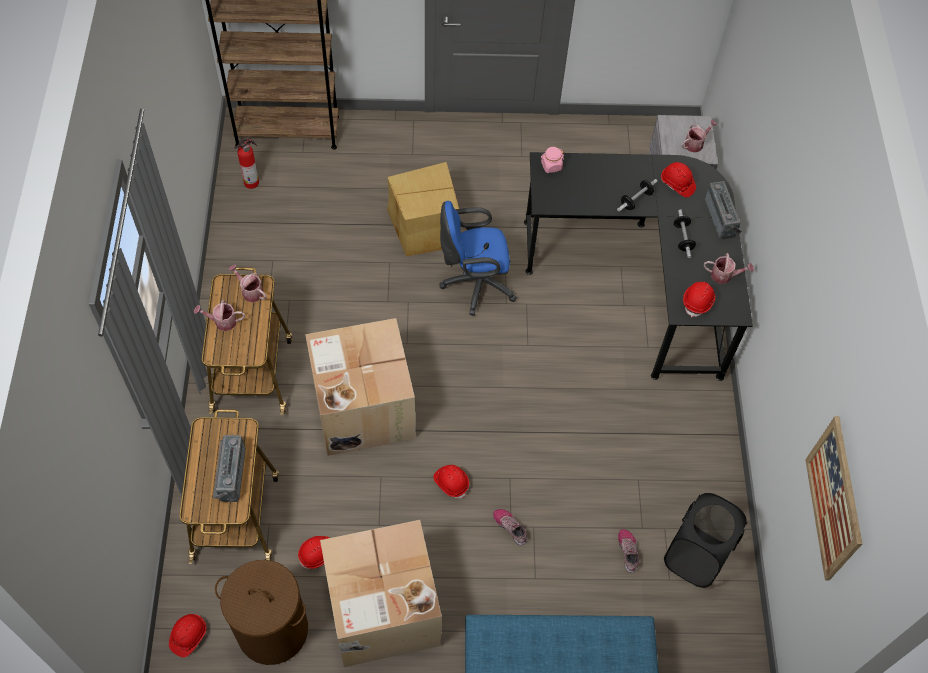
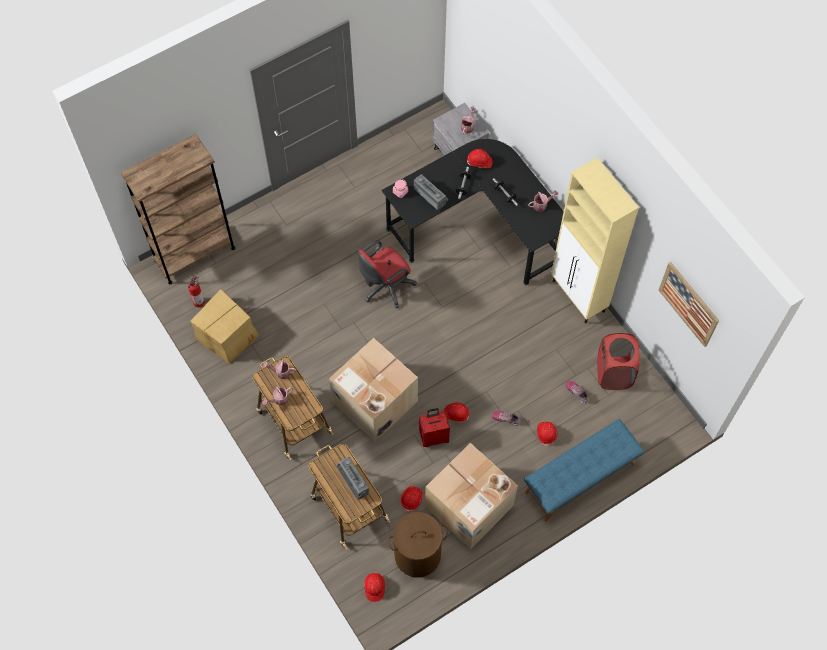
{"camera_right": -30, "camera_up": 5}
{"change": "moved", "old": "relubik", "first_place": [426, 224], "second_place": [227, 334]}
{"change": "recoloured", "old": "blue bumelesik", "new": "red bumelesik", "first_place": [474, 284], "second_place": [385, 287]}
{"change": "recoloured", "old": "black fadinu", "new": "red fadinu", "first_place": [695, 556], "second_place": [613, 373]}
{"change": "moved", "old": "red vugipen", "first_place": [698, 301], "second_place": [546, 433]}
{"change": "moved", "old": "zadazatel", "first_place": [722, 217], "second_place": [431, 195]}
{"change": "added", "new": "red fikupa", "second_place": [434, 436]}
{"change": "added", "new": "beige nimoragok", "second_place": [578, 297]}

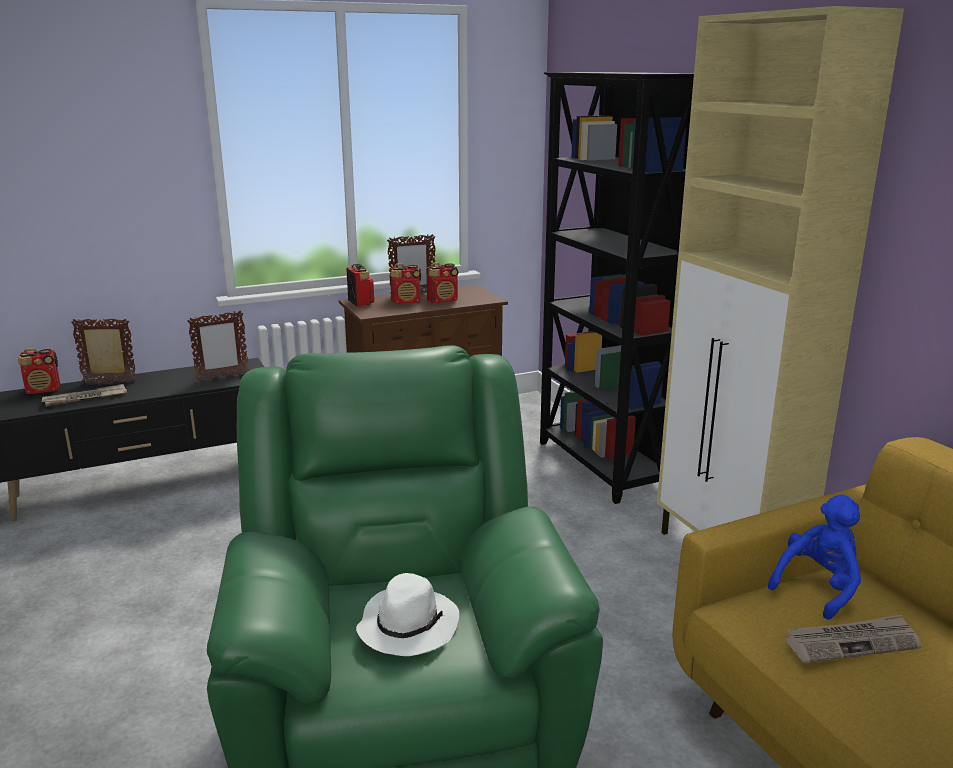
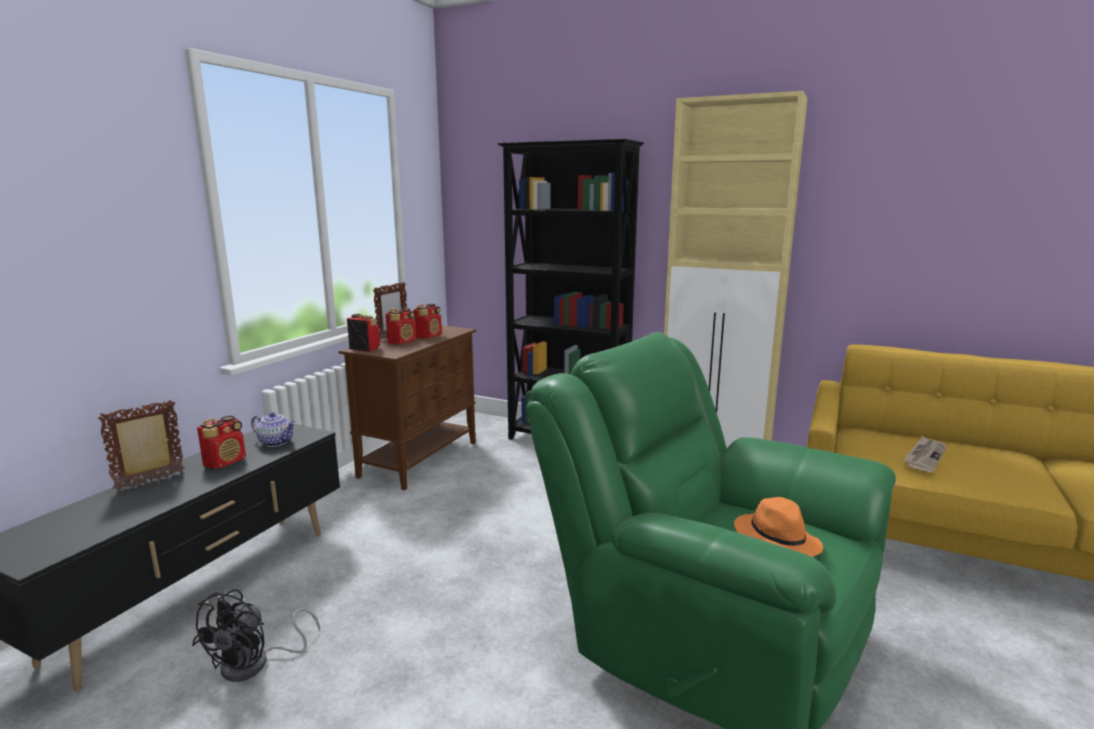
{"camera_right": -40, "camera_up": -5}
{"change": "moved", "old": "zadazatel", "first_place": [43, 390], "second_place": [226, 462]}
{"change": "removed", "old": "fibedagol", "first_place": [85, 398]}
{"change": "replaced", "old": "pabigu", "new": "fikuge", "first_place": [222, 376], "second_place": [276, 442]}
{"change": "recoloured", "old": "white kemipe", "new": "orange kemipe", "first_place": [408, 625], "second_place": [775, 539]}
{"change": "removed", "old": "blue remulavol", "first_place": [818, 587]}
{"change": "added", "new": "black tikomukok", "second_place": [256, 664]}

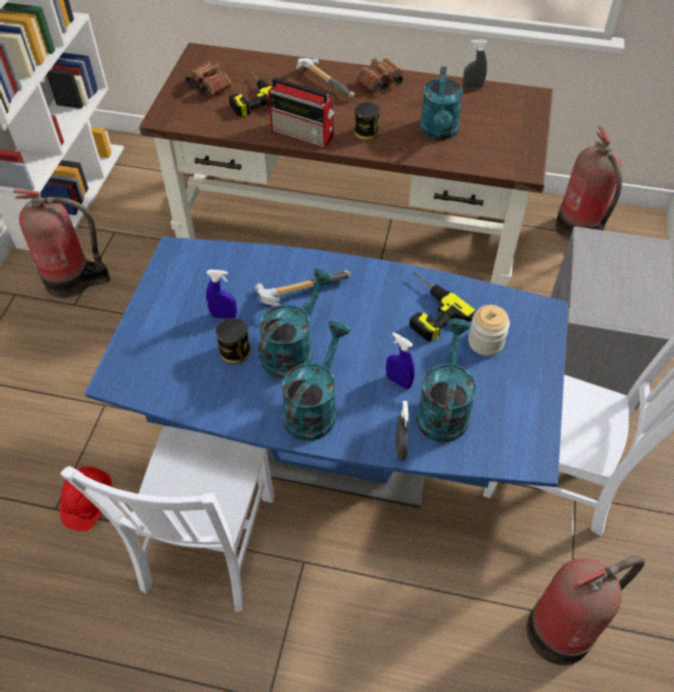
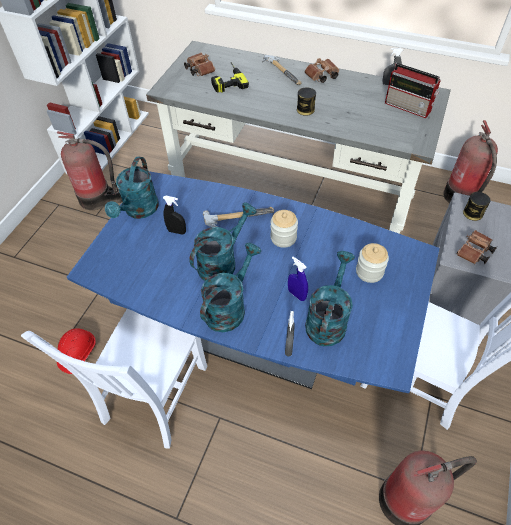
{"camera_right": 10, "camera_up": 0}
{"change": "recoloured", "old": "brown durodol", "new": "grey durodol", "first_place": [350, 226], "second_place": [294, 180]}
{"change": "recoloured", "old": "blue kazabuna", "new": "black kazabuna", "first_place": [223, 316], "second_place": [177, 231]}
{"change": "moved", "old": "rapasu", "first_place": [235, 351], "second_place": [473, 213]}
{"change": "moved", "old": "zadazatel", "first_place": [303, 134], "second_place": [409, 107]}
{"change": "removed", "old": "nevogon", "first_place": [427, 310]}
{"change": "moved", "old": "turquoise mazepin", "first_place": [439, 132], "second_place": [139, 211]}
{"change": "added", "new": "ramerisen", "second_place": [283, 238]}
{"change": "added", "new": "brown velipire", "second_place": [473, 253]}

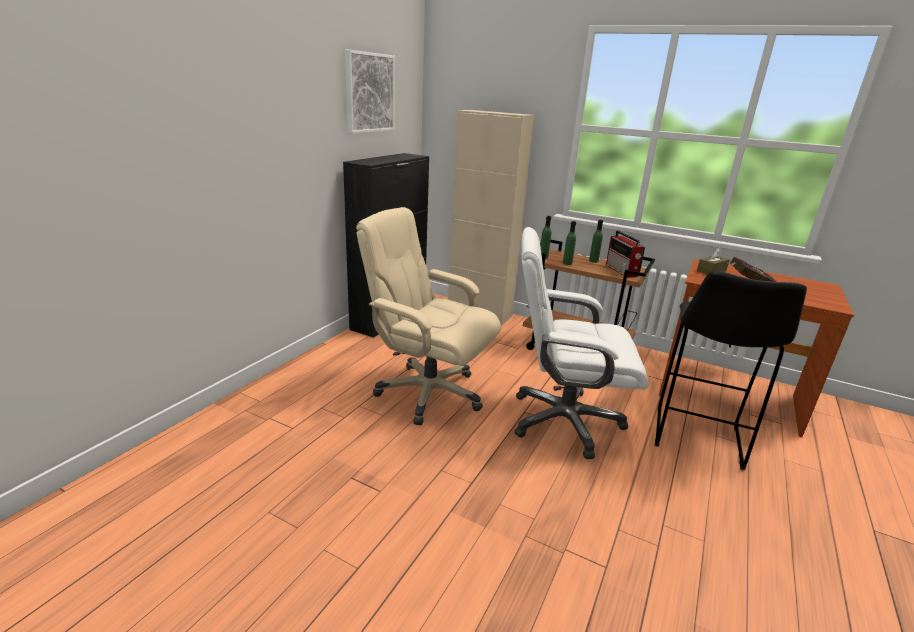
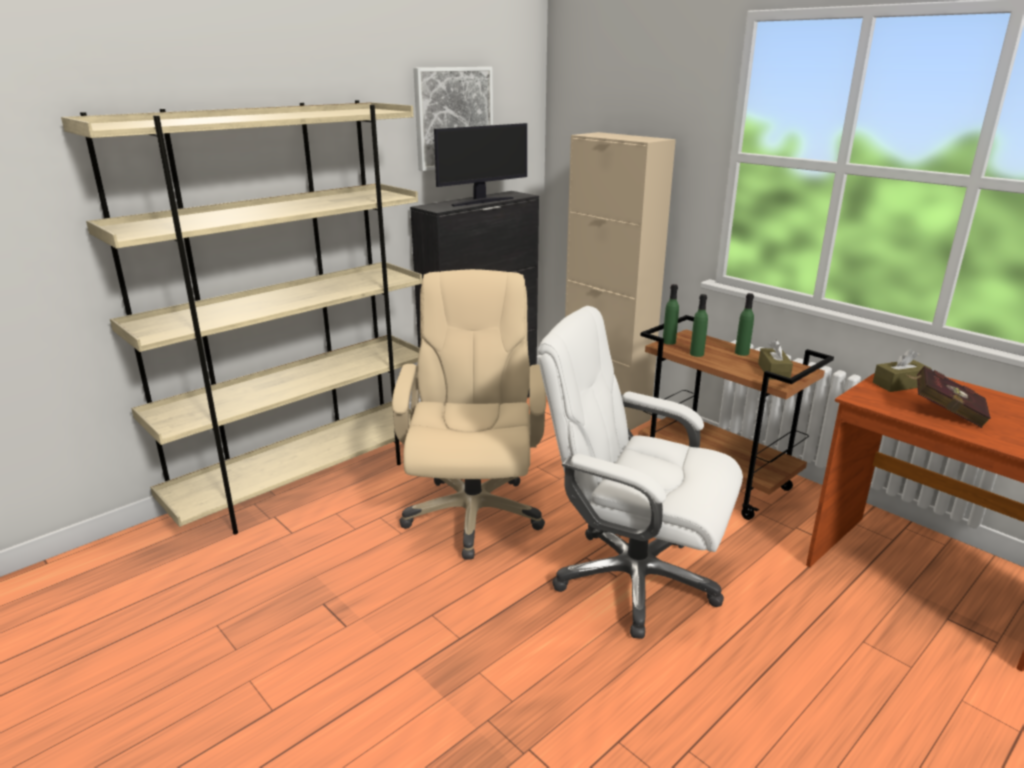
{"camera_right": 20, "camera_up": 0}
{"change": "turned", "old": "beige bumelesik", "first_place": [428, 393], "second_place": [473, 513], "degrees": 45}
{"change": "replaced", "old": "zadazatel", "new": "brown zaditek", "first_place": [622, 271], "second_place": [773, 371]}
{"change": "removed", "old": "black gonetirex", "first_place": [697, 438]}
{"change": "added", "new": "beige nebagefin", "second_place": [306, 481]}
{"change": "added", "new": "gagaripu", "second_place": [482, 201]}

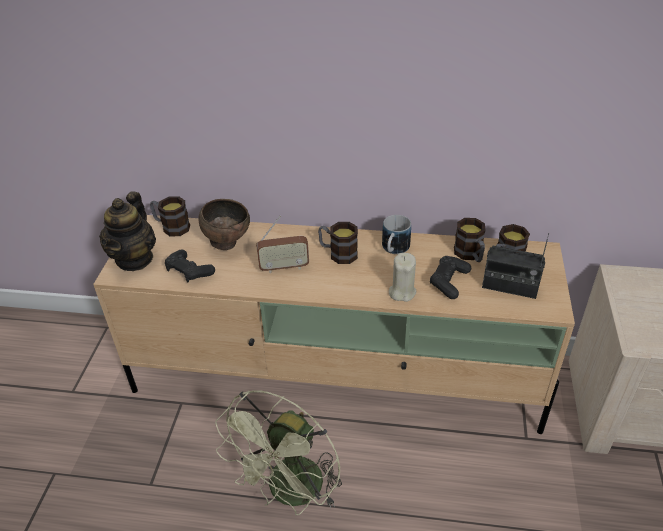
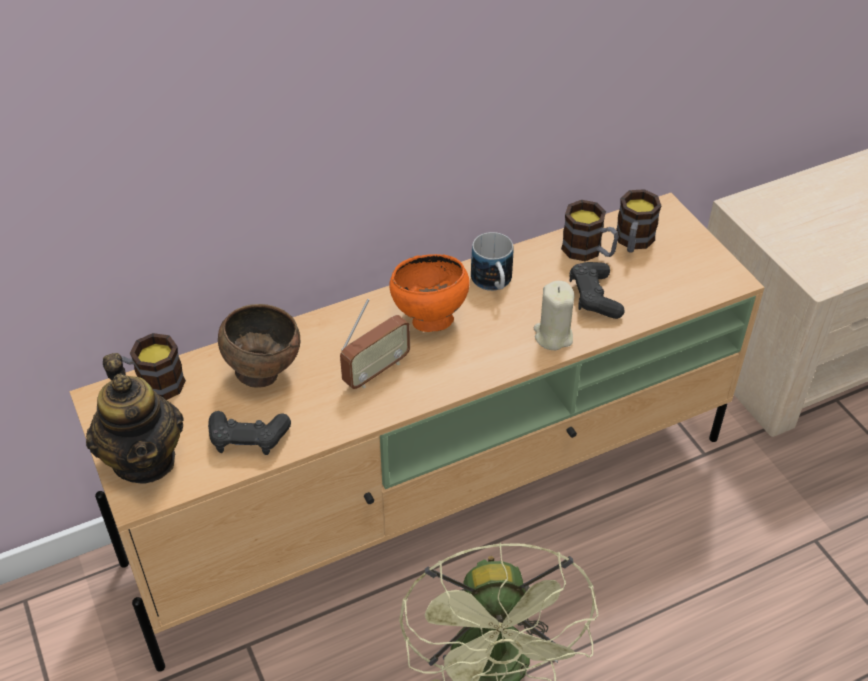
{"camera_right": -35, "camera_up": 5}
{"change": "replaced", "old": "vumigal", "new": "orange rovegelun", "first_place": [338, 253], "second_place": [428, 320]}
{"change": "removed", "old": "zadazatel", "first_place": [509, 287]}

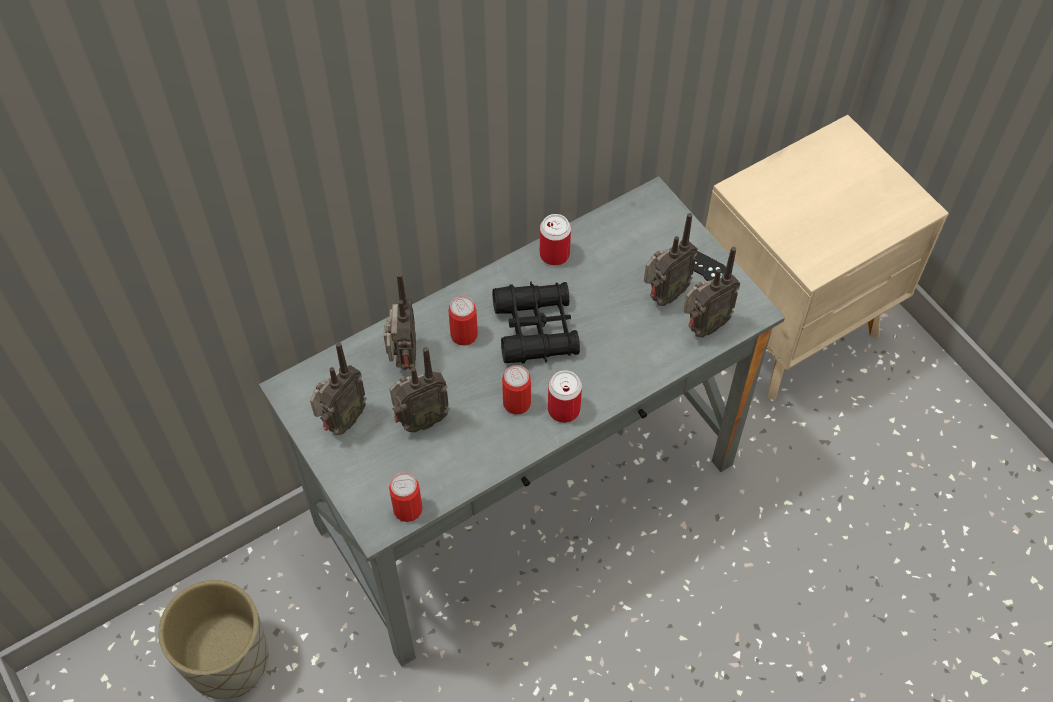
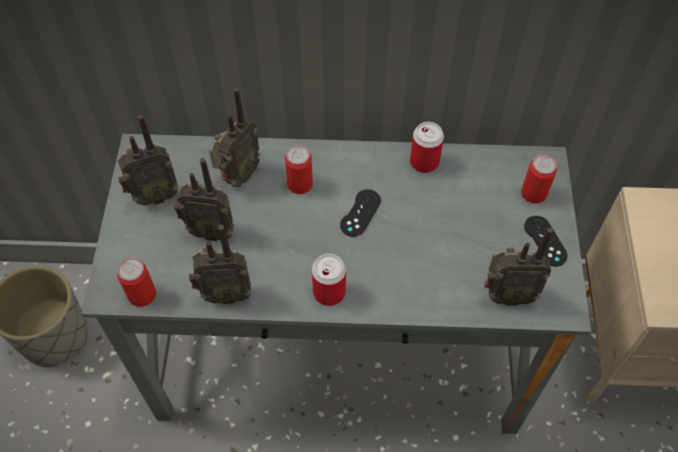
{"camera_right": 35, "camera_up": 0}
{"change": "replaced", "old": "black velipire", "new": "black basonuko", "first_place": [536, 329], "second_place": [360, 213]}
{"change": "moved", "old": "rapasu", "first_place": [516, 403], "second_place": [533, 193]}
{"change": "moved", "old": "zadazatel", "first_place": [663, 295], "second_place": [225, 293]}

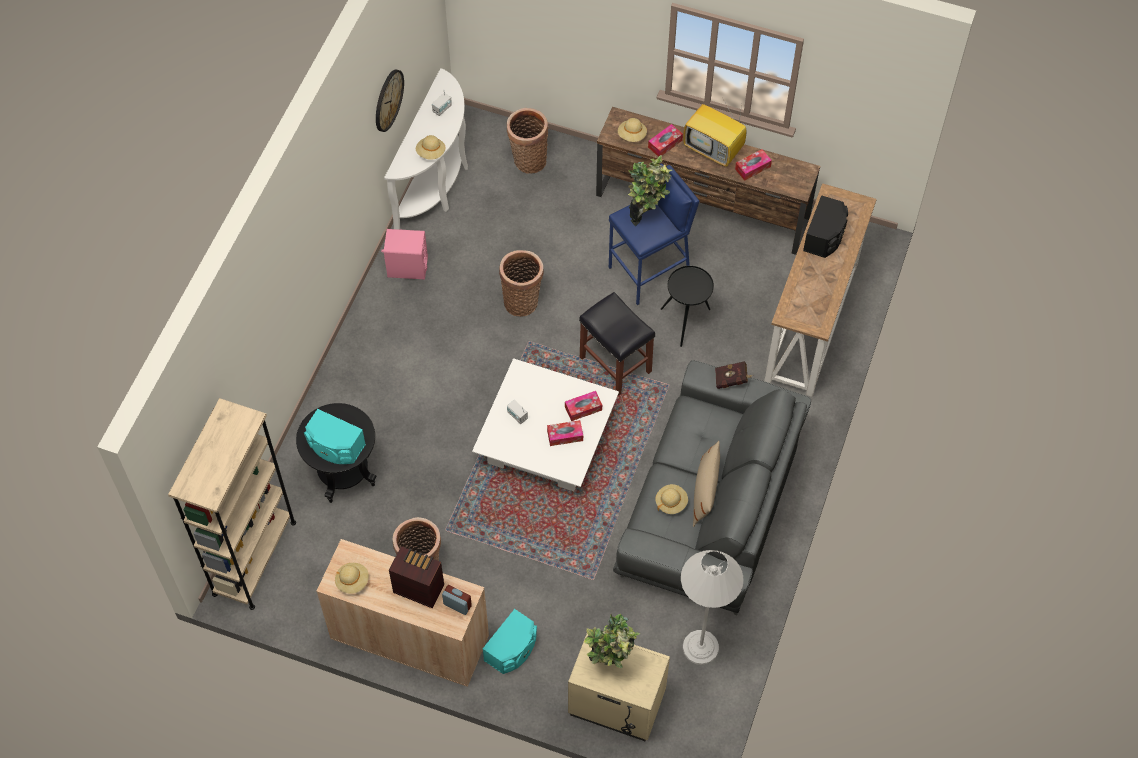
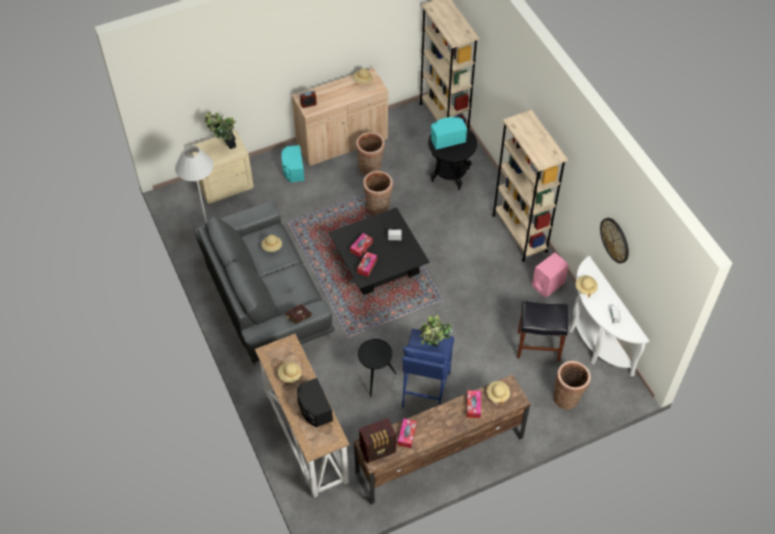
{"camera_right": 135, "camera_up": -5}
{"change": "moved", "old": "zadazatel", "first_place": [418, 587], "second_place": [378, 450]}
{"change": "recoloured", "old": "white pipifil", "new": "black pipifil", "first_place": [547, 440], "second_place": [378, 261]}
{"change": "moved", "old": "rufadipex", "first_place": [522, 300], "second_place": [378, 207]}
{"change": "moved", "old": "black gonetirex", "first_place": [616, 365], "second_place": [537, 346]}
{"change": "removed", "old": "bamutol", "first_place": [714, 150]}
{"change": "removed", "old": "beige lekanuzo", "first_place": [705, 491]}
{"change": "added", "new": "beige kemipe", "second_place": [290, 375]}
{"change": "added", "new": "beige nebagefin", "second_place": [519, 233]}

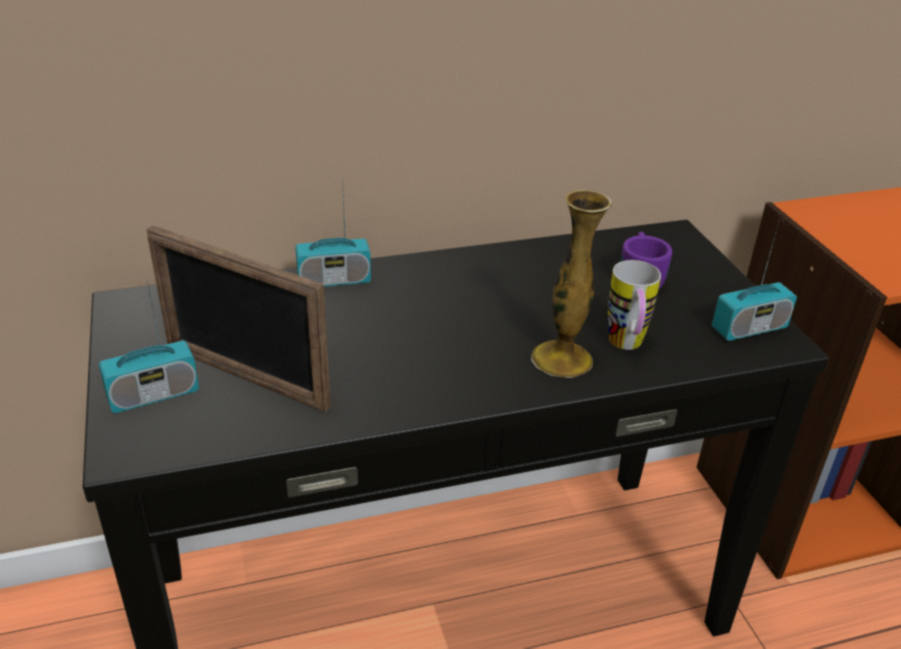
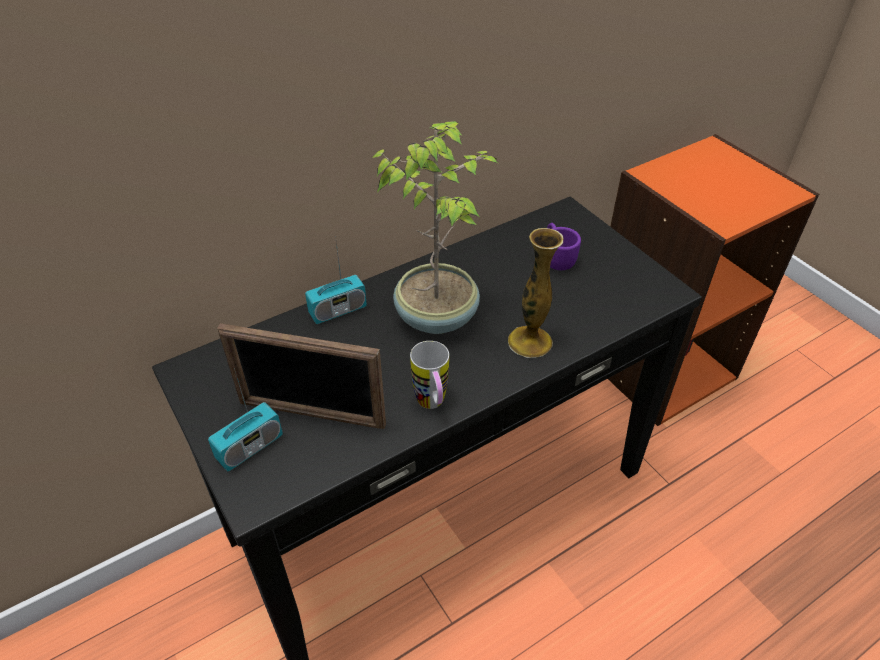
{"camera_right": -15, "camera_up": 10}
{"change": "moved", "old": "vumigal", "first_place": [626, 347], "second_place": [432, 405]}
{"change": "removed", "old": "zadazatel", "first_place": [749, 328]}
{"change": "added", "new": "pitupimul", "second_place": [437, 315]}

